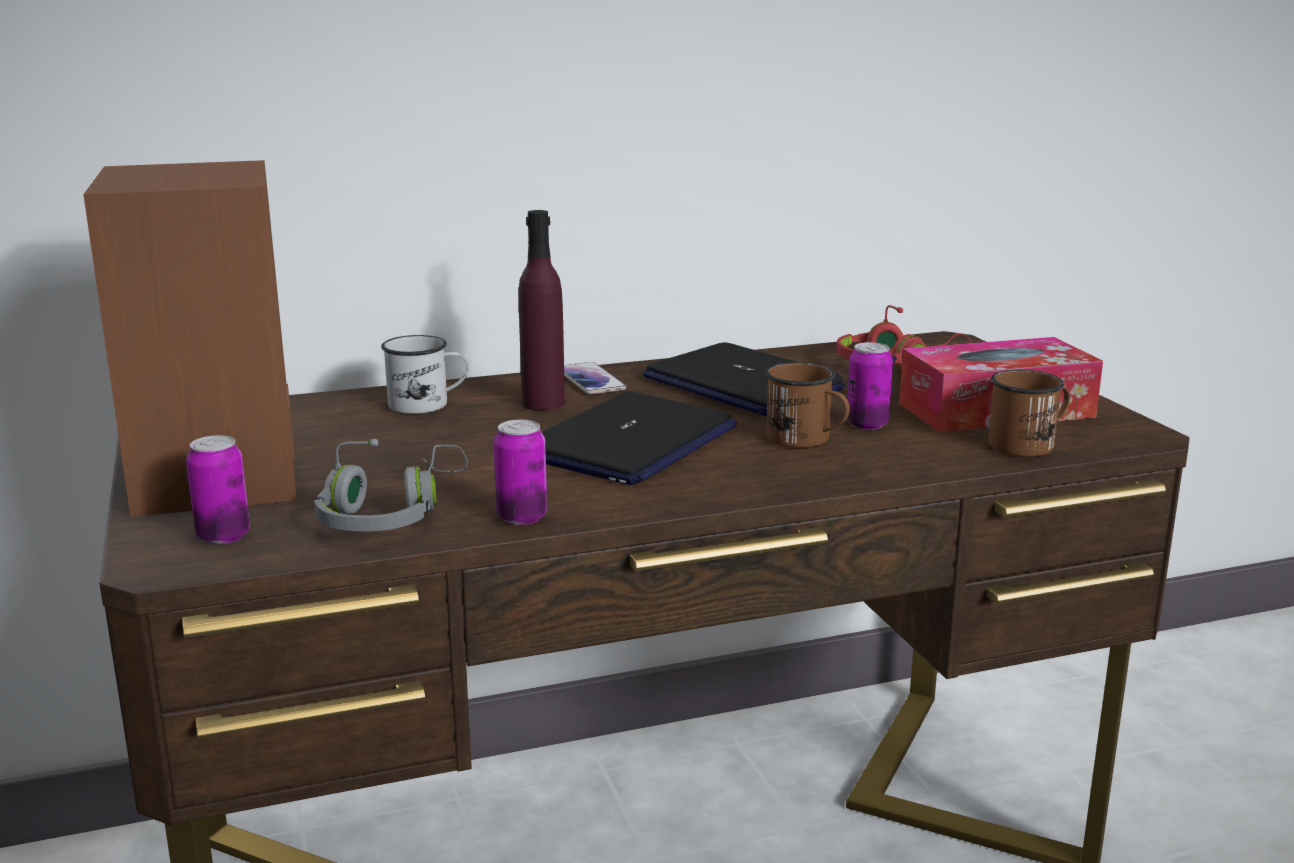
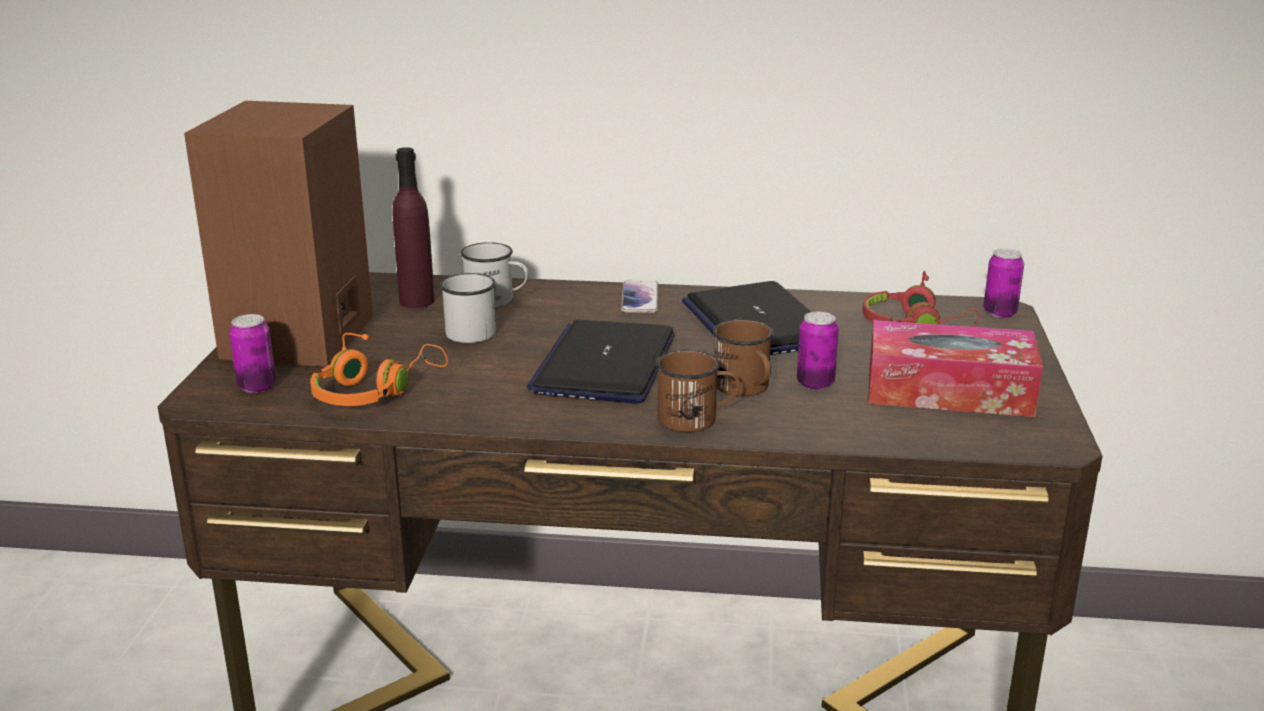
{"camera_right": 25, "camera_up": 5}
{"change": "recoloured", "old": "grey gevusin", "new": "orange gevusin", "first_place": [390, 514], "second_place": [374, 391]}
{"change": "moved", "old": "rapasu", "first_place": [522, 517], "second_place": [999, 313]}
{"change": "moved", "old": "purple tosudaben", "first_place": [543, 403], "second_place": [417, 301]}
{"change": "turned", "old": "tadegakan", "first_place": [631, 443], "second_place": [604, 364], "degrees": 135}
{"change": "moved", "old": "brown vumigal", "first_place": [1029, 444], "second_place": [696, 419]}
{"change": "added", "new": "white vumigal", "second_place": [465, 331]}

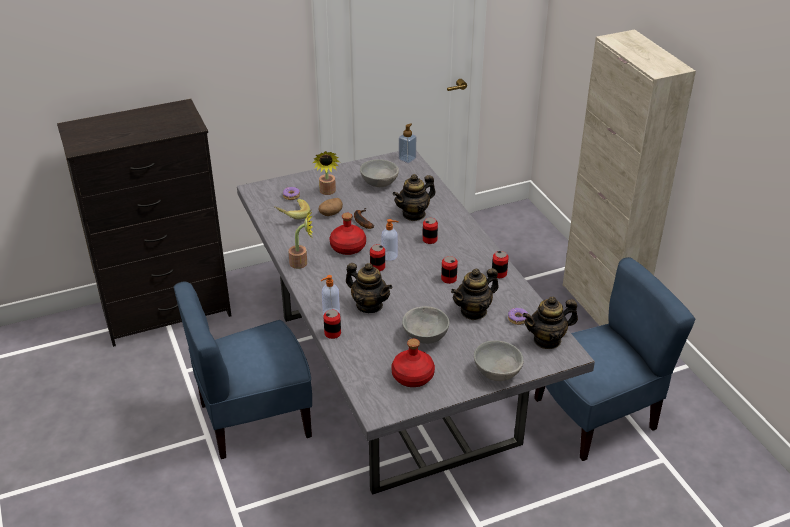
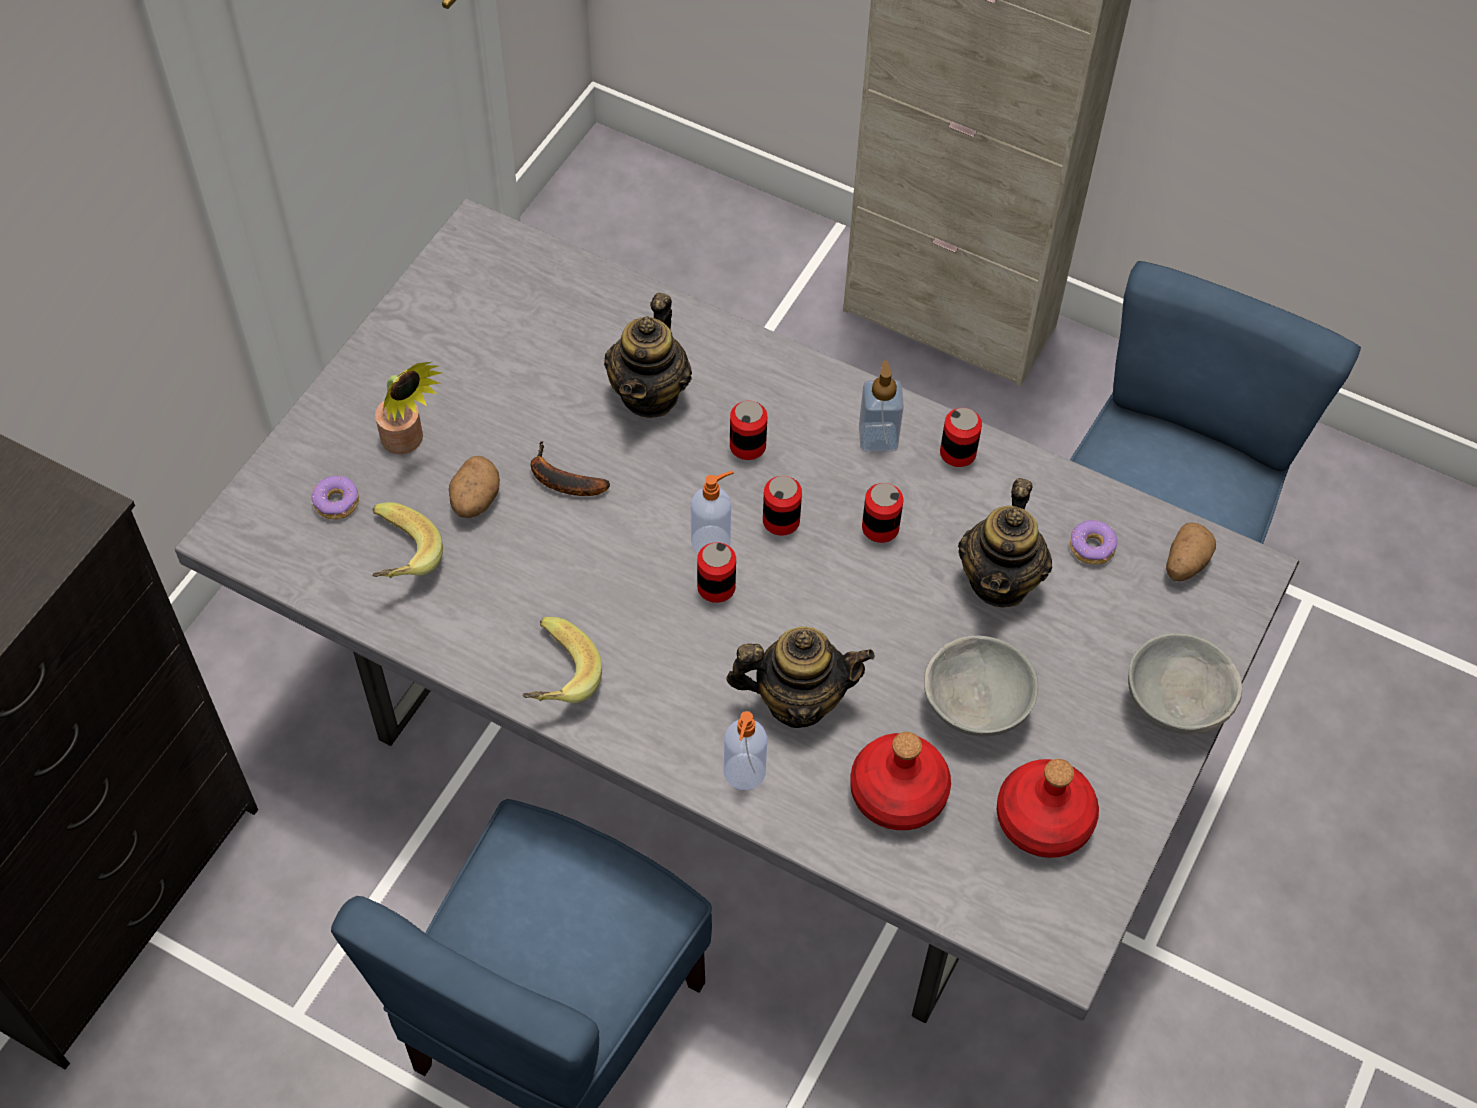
{"camera_right": -40, "camera_up": 20}
{"change": "replaced", "old": "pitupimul", "new": "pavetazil", "first_place": [302, 263], "second_place": [553, 678]}
{"change": "moved", "old": "rapasu", "first_place": [332, 333], "second_place": [781, 521]}
{"change": "moved", "old": "red tosudaben", "first_place": [348, 247], "second_place": [899, 792]}
{"change": "removed", "old": "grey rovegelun", "first_place": [379, 183]}
{"change": "moved", "old": "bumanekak", "first_place": [407, 159], "second_place": [878, 437]}
{"change": "replaced", "old": "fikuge", "new": "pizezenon", "first_place": [547, 340], "second_place": [1184, 563]}

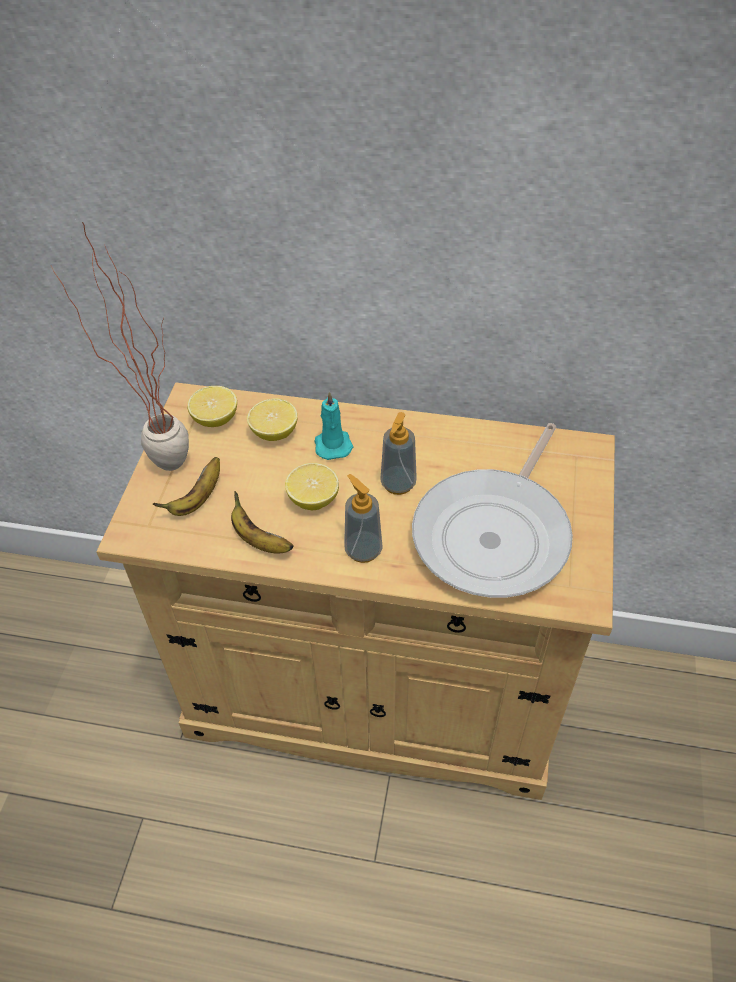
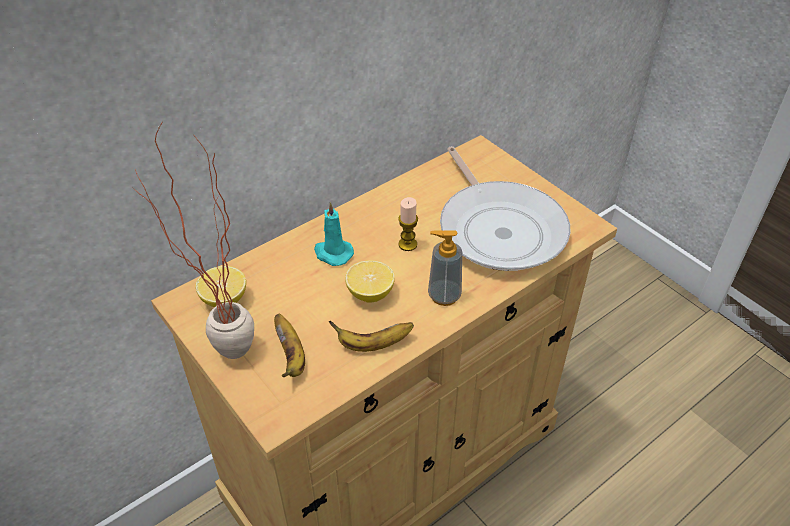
{"camera_right": -50, "camera_up": -5}
{"change": "removed", "old": "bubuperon", "first_place": [274, 432]}
{"change": "replaced", "old": "bumanekak", "new": "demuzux", "first_place": [398, 484], "second_place": [407, 244]}

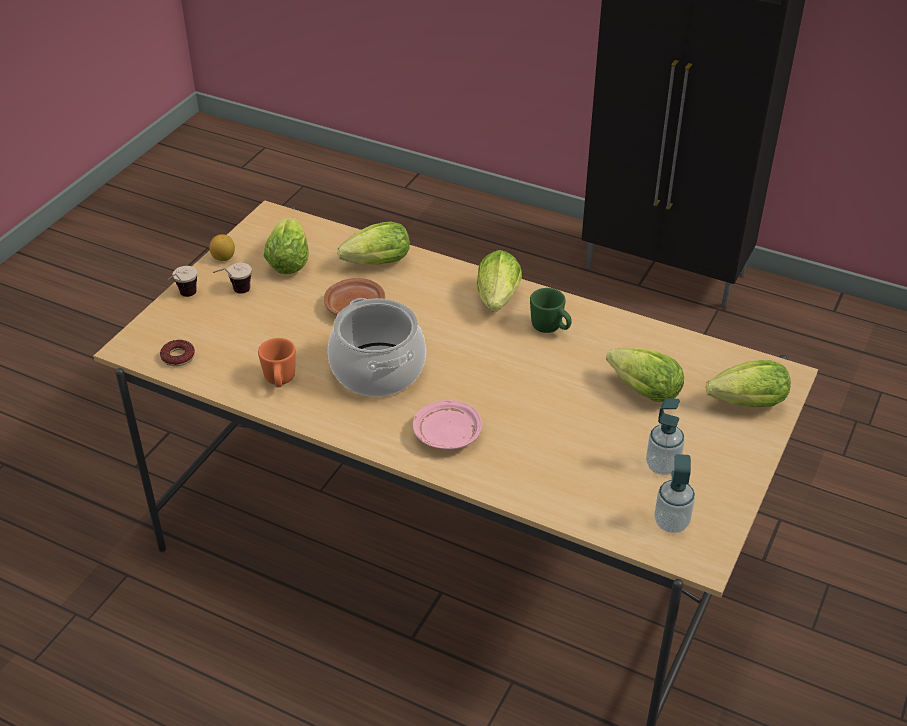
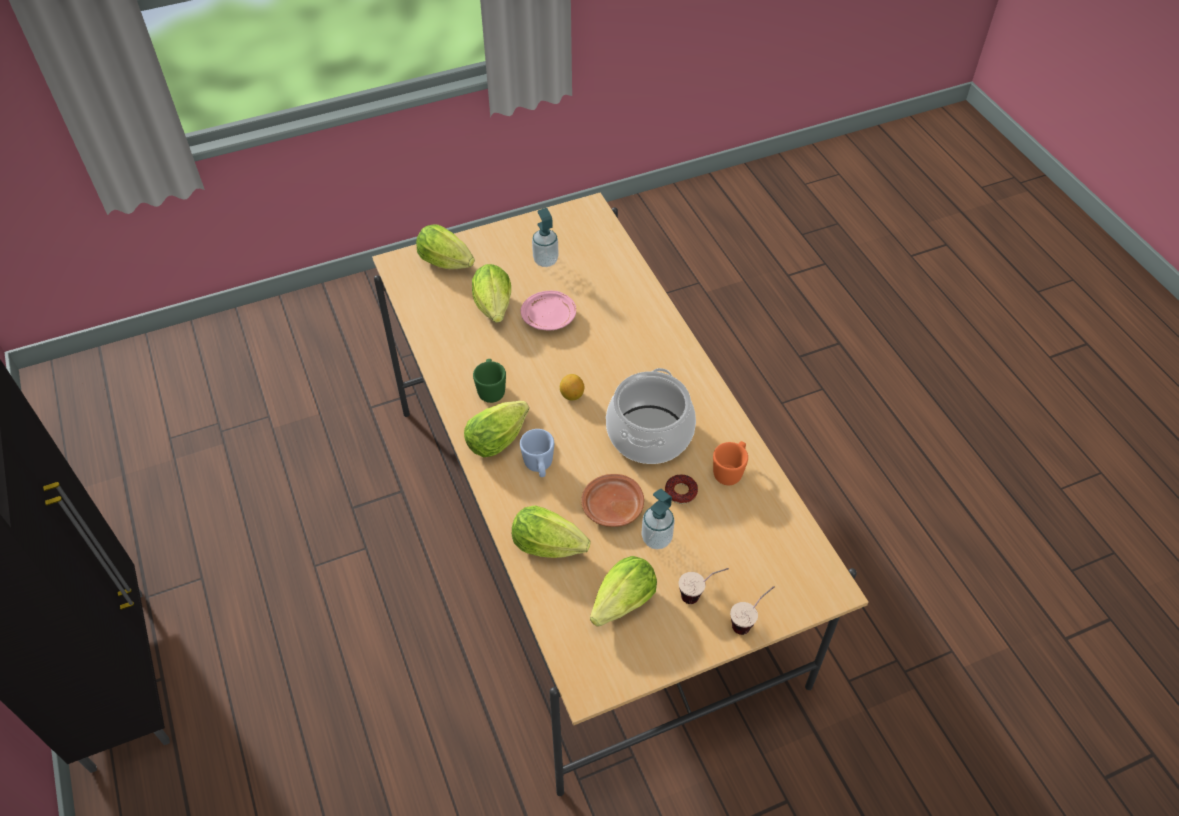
{"camera_right": -140, "camera_up": 10}
{"change": "moved", "old": "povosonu", "first_place": [178, 357], "second_place": [681, 492]}
{"change": "moved", "old": "bubuperon", "first_place": [224, 258], "second_place": [571, 395]}
{"change": "moved", "old": "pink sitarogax", "first_place": [447, 435], "second_place": [549, 317]}
{"change": "moved", "old": "bumanekak", "first_place": [671, 522], "second_place": [656, 538]}
{"change": "added", "new": "blue vumigal", "second_place": [539, 467]}

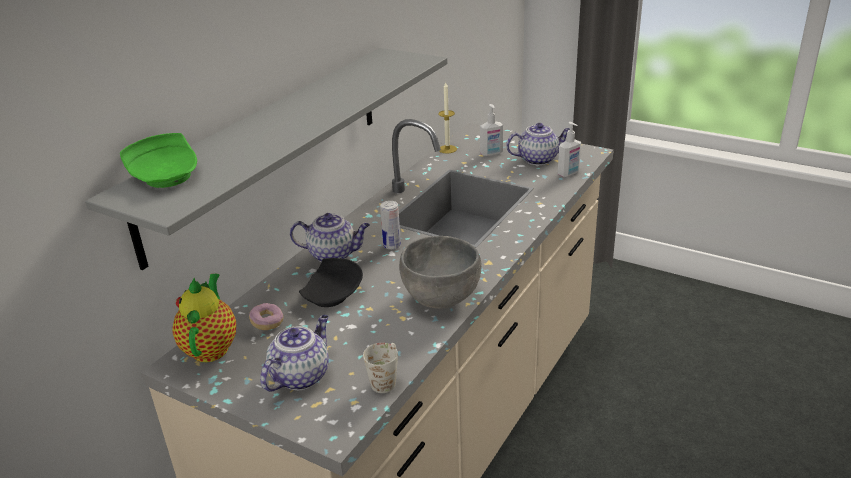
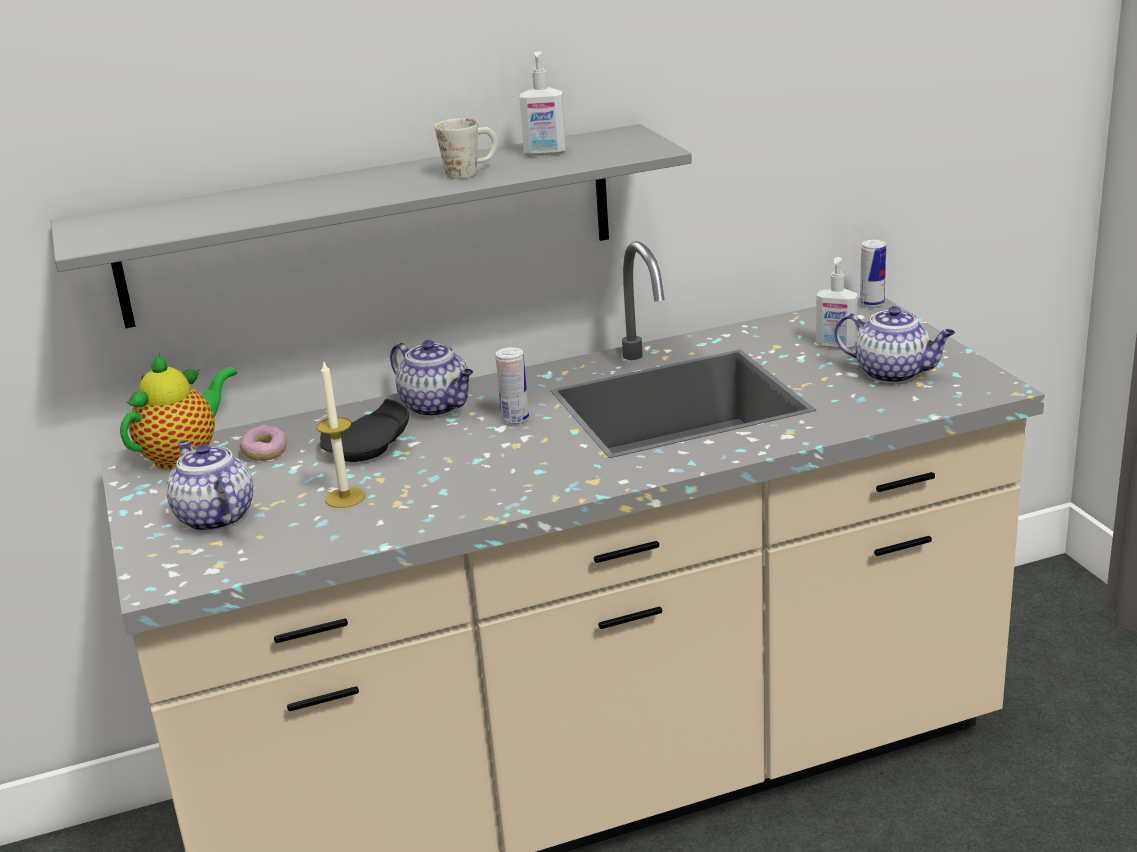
{"camera_right": 40, "camera_up": -5}
{"change": "removed", "old": "green sitarogax", "first_place": [167, 175]}
{"change": "turned", "old": "fikuge", "first_place": [301, 375], "second_place": [214, 517], "degrees": -105}
{"change": "moved", "old": "white vumigal", "first_place": [386, 379], "second_place": [471, 172]}
{"change": "removed", "old": "grey rovegelun", "first_place": [440, 299]}
{"change": "moved", "old": "demuzux", "first_place": [447, 149], "second_place": [345, 498]}
{"change": "moved", "old": "bumanekak", "first_place": [569, 174], "second_place": [545, 153]}
{"change": "added", "new": "rapasu", "second_place": [872, 304]}

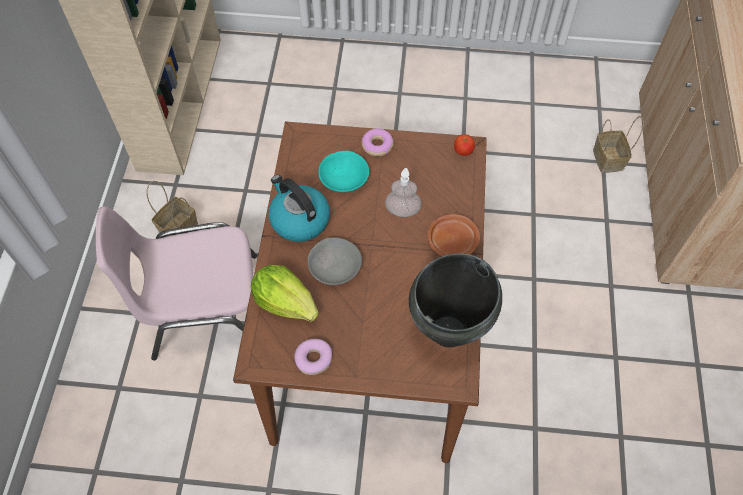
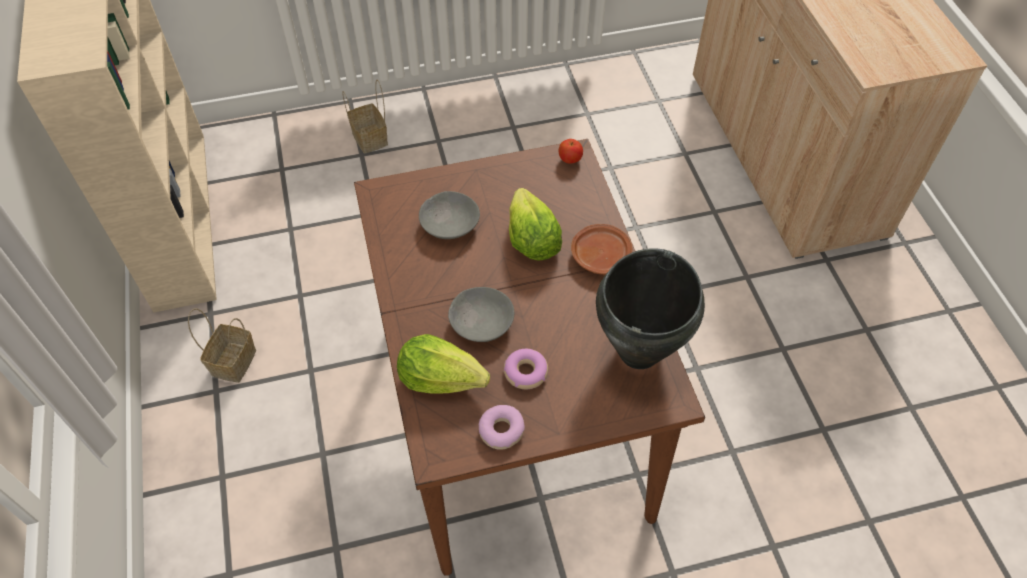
{"camera_right": -20, "camera_up": -5}
{"change": "removed", "old": "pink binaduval", "first_place": [204, 307]}
{"change": "removed", "old": "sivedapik", "first_place": [299, 220]}
{"change": "recoloured", "old": "turquoise rovegelun", "new": "grey rovegelun", "first_place": [344, 177], "second_place": [450, 223]}
{"change": "moved", "old": "povosonu", "first_place": [377, 145], "second_place": [525, 372]}
{"change": "replaced", "old": "bumanekak", "new": "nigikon", "first_place": [402, 210], "second_place": [531, 239]}
{"change": "moved", "old": "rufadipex", "first_place": [609, 160], "second_place": [371, 139]}

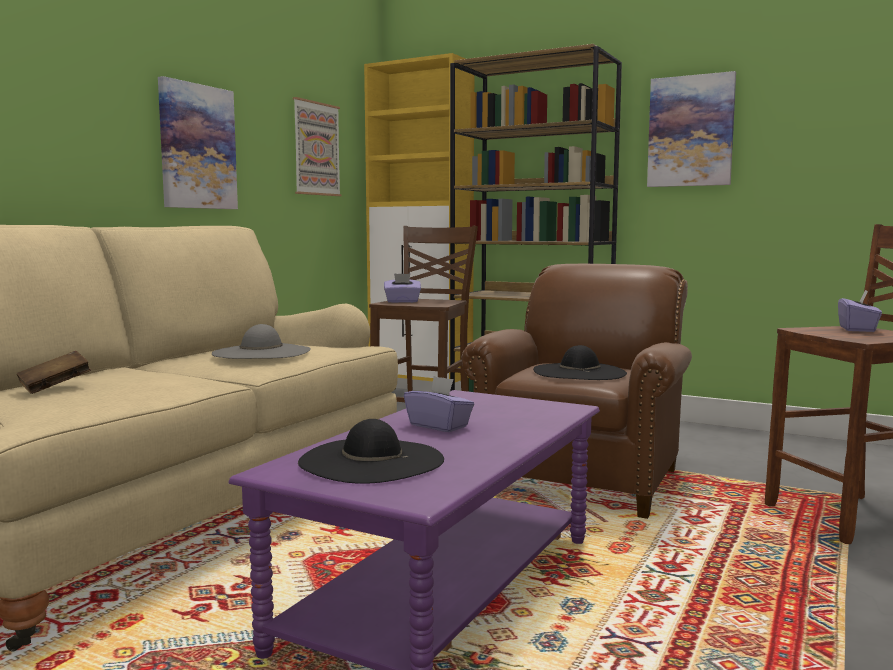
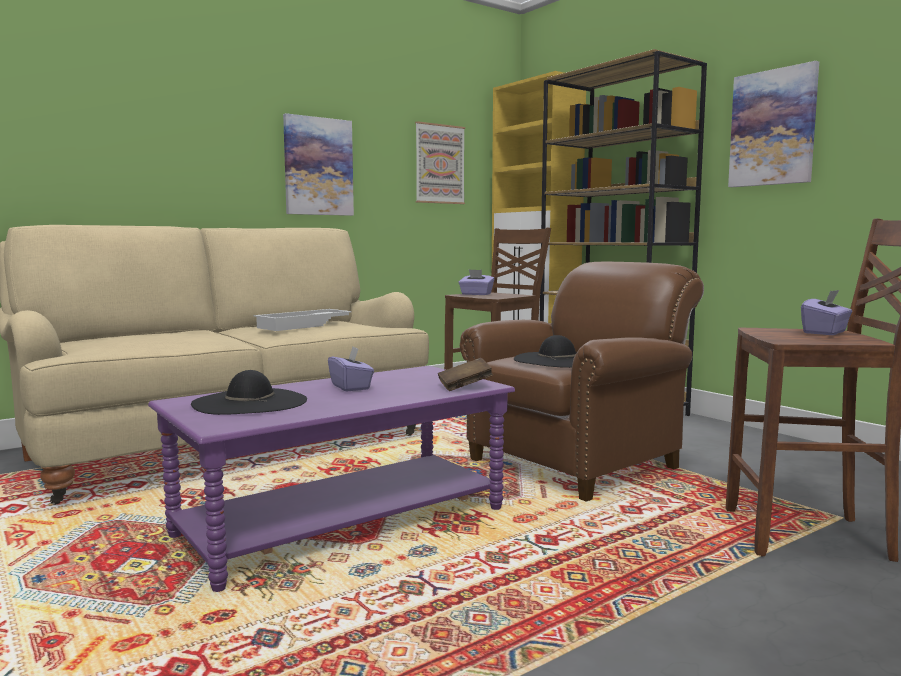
{"camera_right": 25, "camera_up": 0}
{"change": "moved", "old": "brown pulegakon", "first_place": [55, 387], "second_place": [465, 387]}
{"change": "replaced", "old": "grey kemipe", "new": "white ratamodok", "first_place": [262, 352], "second_place": [304, 325]}

